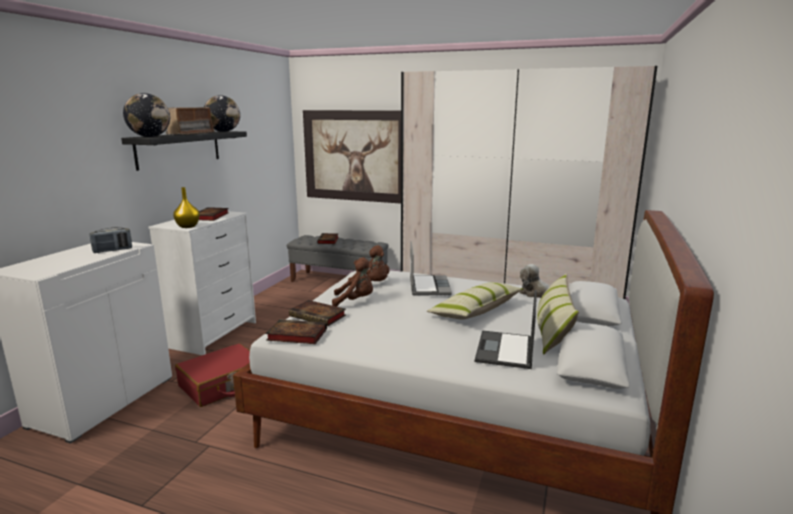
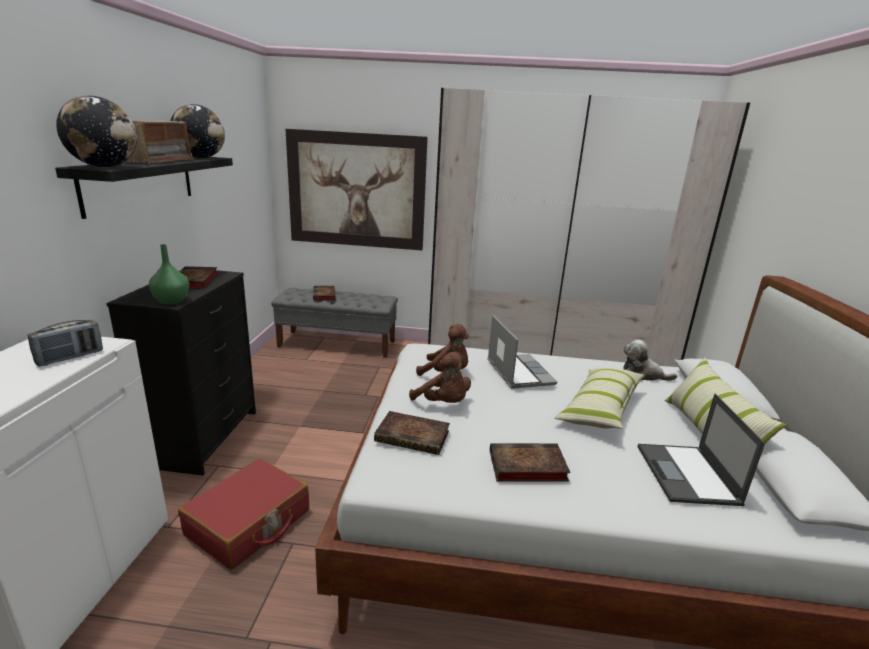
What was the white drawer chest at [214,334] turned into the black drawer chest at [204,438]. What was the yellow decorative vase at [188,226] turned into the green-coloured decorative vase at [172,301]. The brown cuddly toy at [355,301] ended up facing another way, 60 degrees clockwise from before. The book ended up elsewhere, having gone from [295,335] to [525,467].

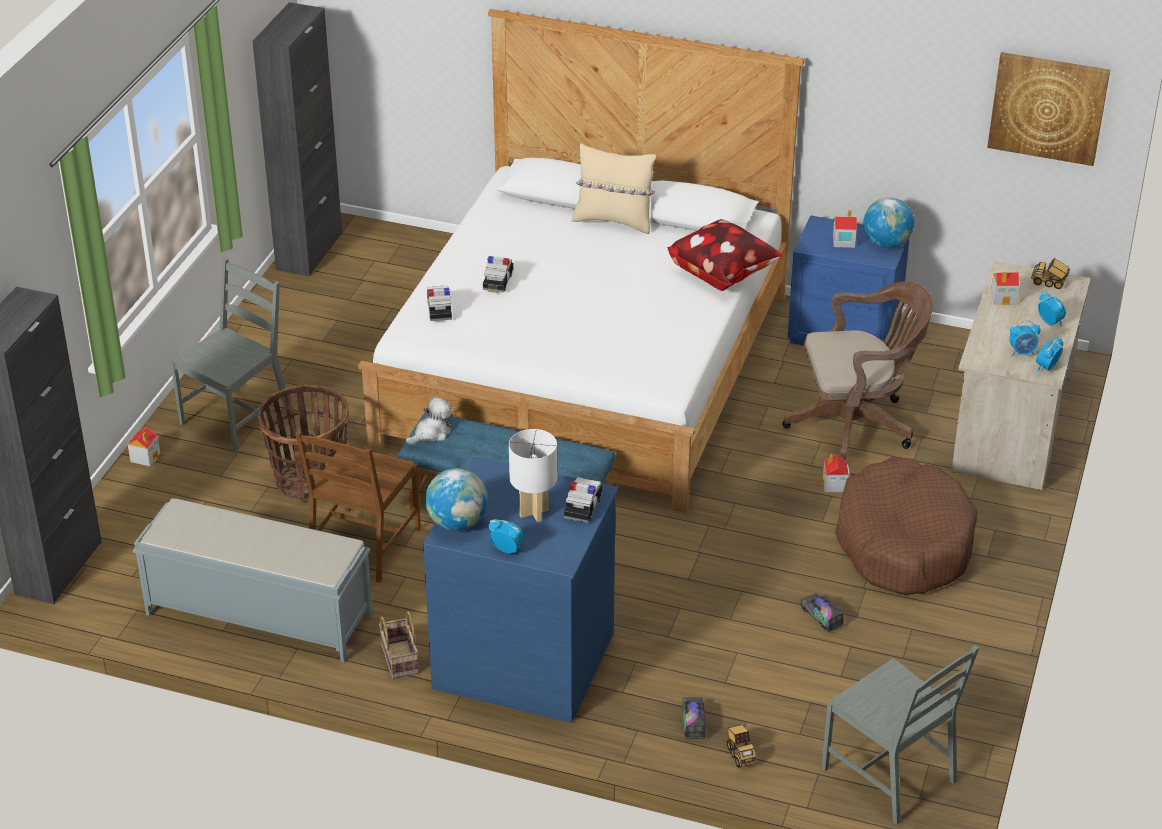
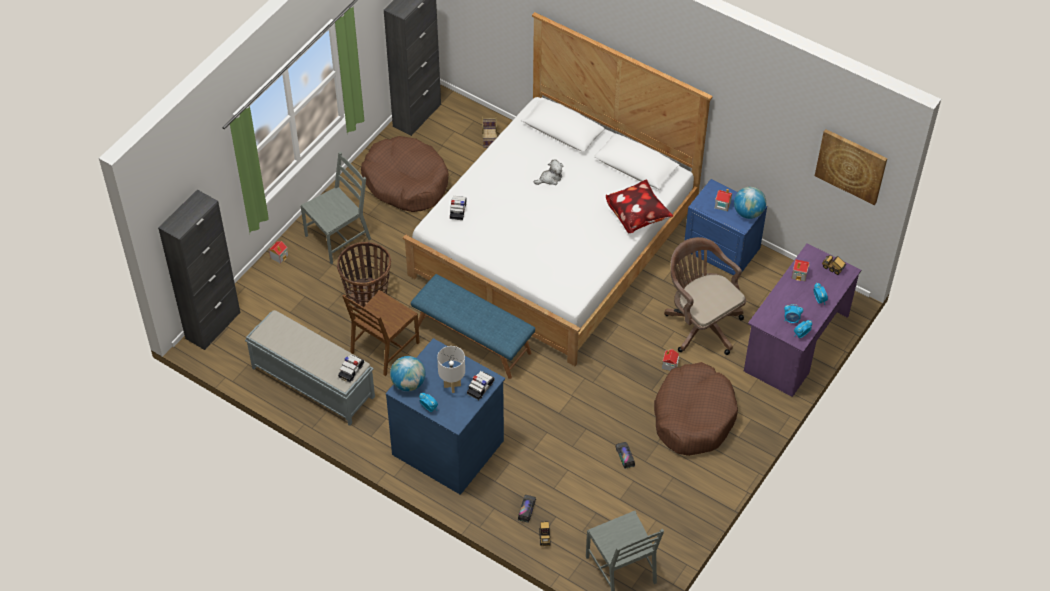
The model car ended up elsewhere, having gone from [498,281] to [351,371]. The second view gained the brown dog bed at [406,182]. The storage basket ended up elsewhere, having gone from [398,659] to [489,137]. The cuddly toy ended up elsewhere, having gone from [431,433] to [550,178]. The brown desk chair at [856,425] ended up facing another way, 135 degrees counterclockwise from before. What was the beige-coloured desk at [1012,424] turned into the purple-coloured desk at [796,344]. The second view lost the beige-coloured pillow at [614,221].

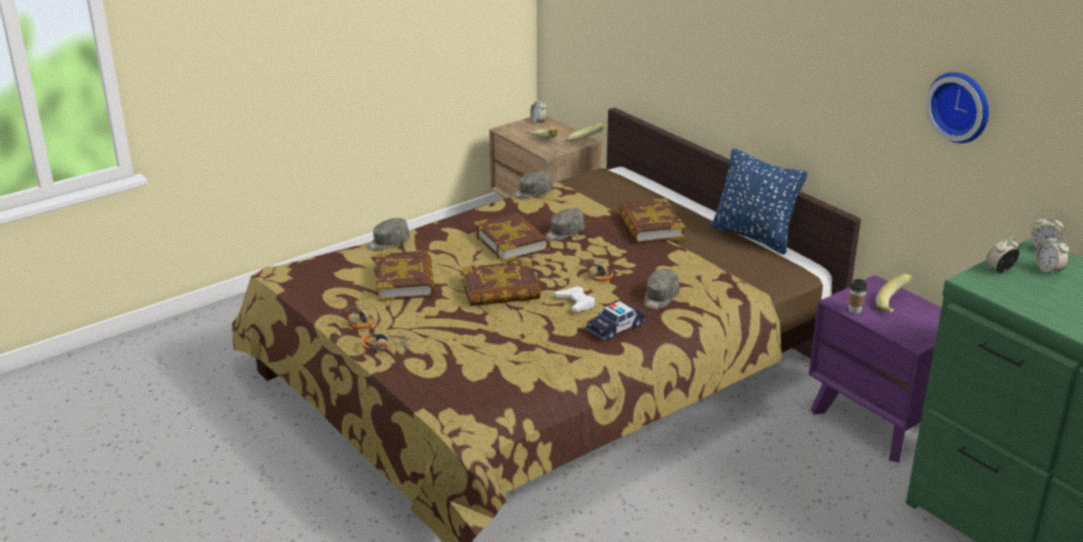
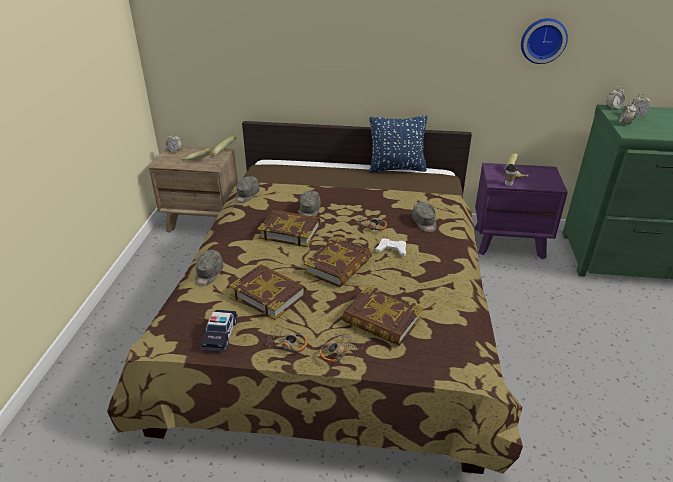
The model car ended up elsewhere, having gone from [615,327] to [220,334]. The book ended up elsewhere, having gone from [650,227] to [381,320].

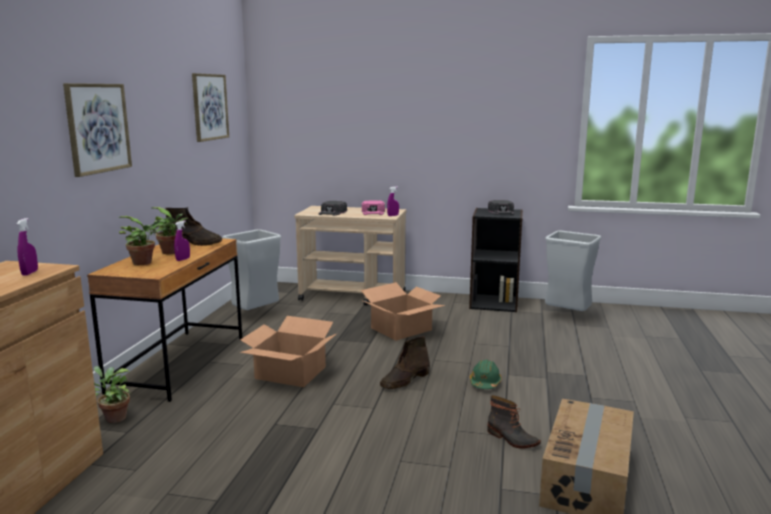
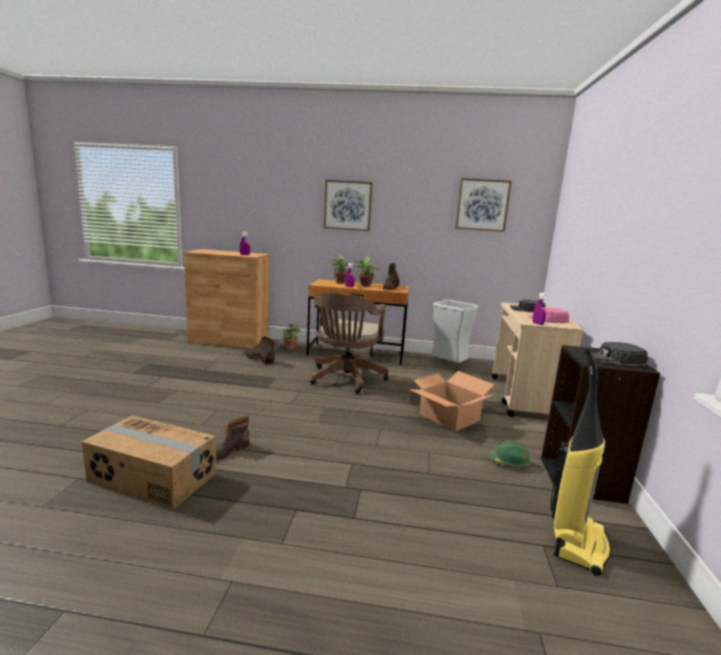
The brown boot ended up elsewhere, having gone from [405,380] to [259,358]. Where the cardboard box stood at [290,373], the brown desk chair came to stand at [345,379]. The green-coloured hard hat ended up elsewhere, having gone from [485,383] to [509,462]. Where the gray rubbish bin stood at [566,316], the vacuum cleaner came to stand at [576,542].

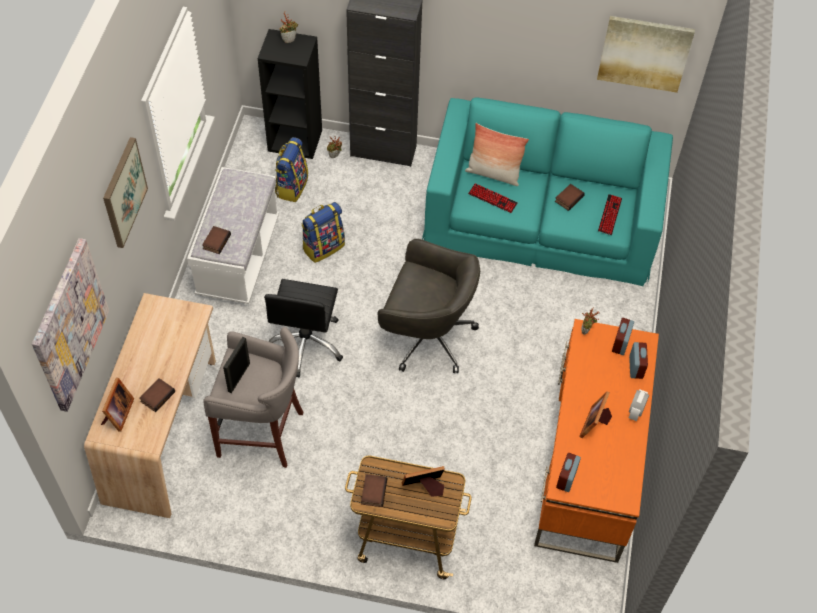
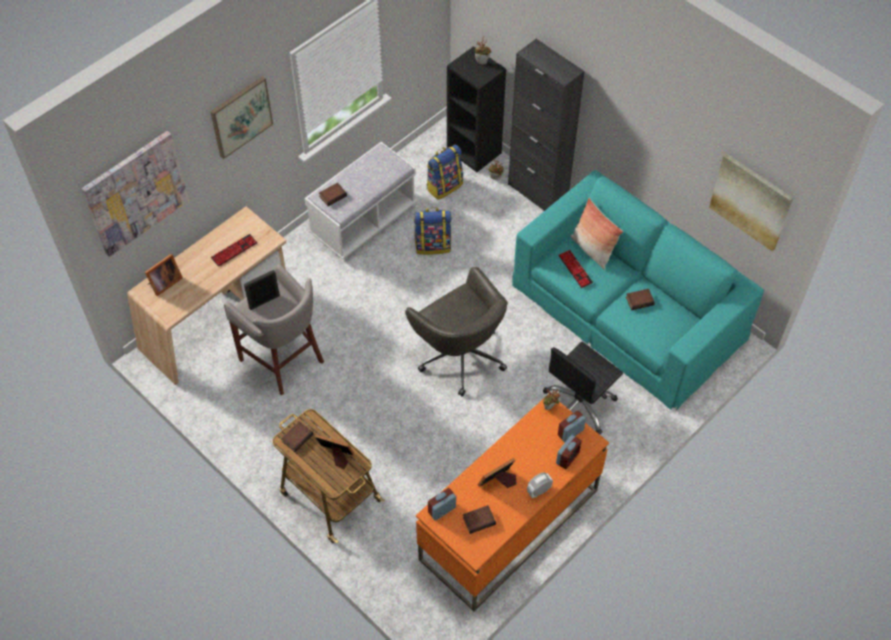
The computer keyboard ended up elsewhere, having gone from [609,215] to [234,251]. The book ended up elsewhere, having gone from [157,396] to [479,520]. The black desk chair ended up elsewhere, having gone from [306,343] to [579,405].

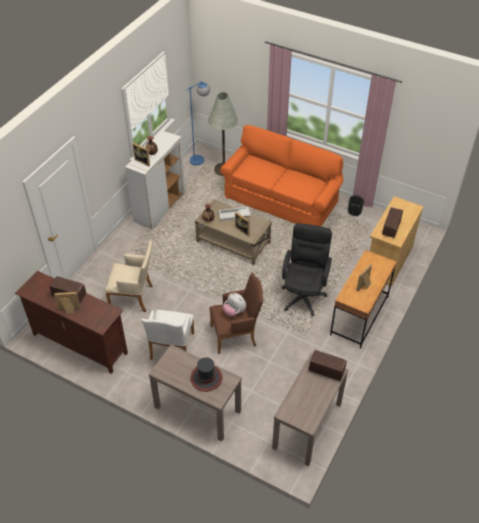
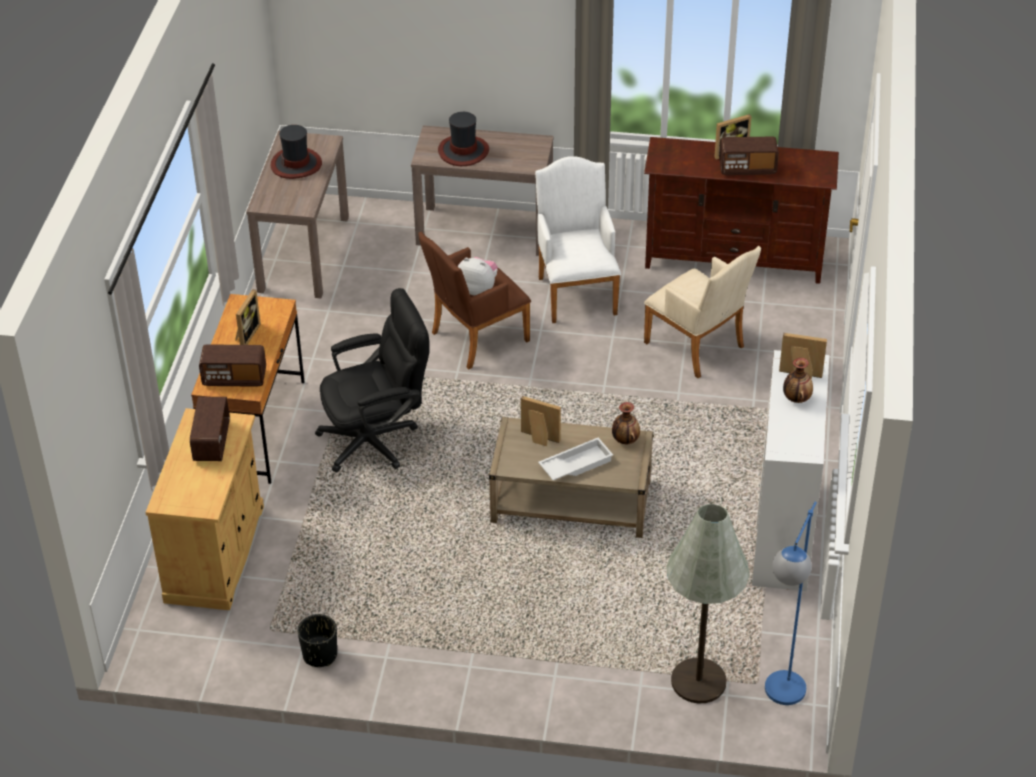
The radio receiver ended up elsewhere, having gone from [326,371] to [234,378]. The second view gained the hat at [296,164]. The black desk chair at [304,293] ended up facing another way, 105 degrees counterclockwise from before. The beige-coloured easy chair at [134,297] ended up facing another way, 120 degrees counterclockwise from before. The second view lost the orange-coloured sofa at [280,199].

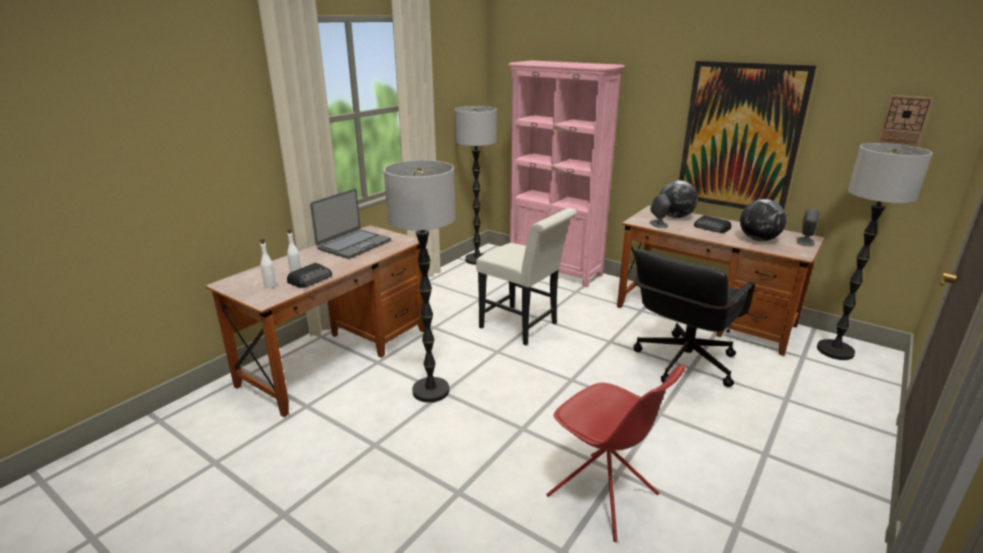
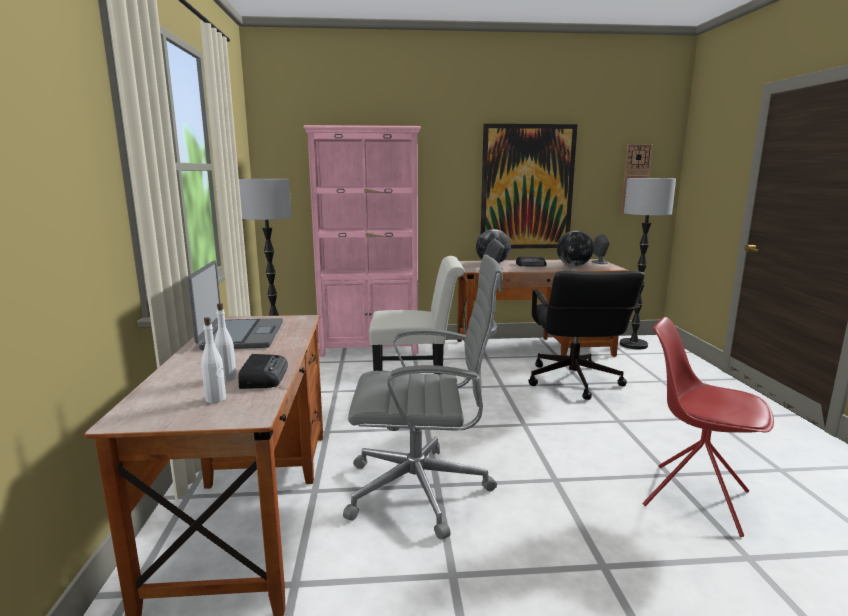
Where the floor lamp stood at [431,391], the gray desk chair came to stand at [422,490]. The red-coloured chair at [604,496] ended up facing another way, 150 degrees counterclockwise from before.

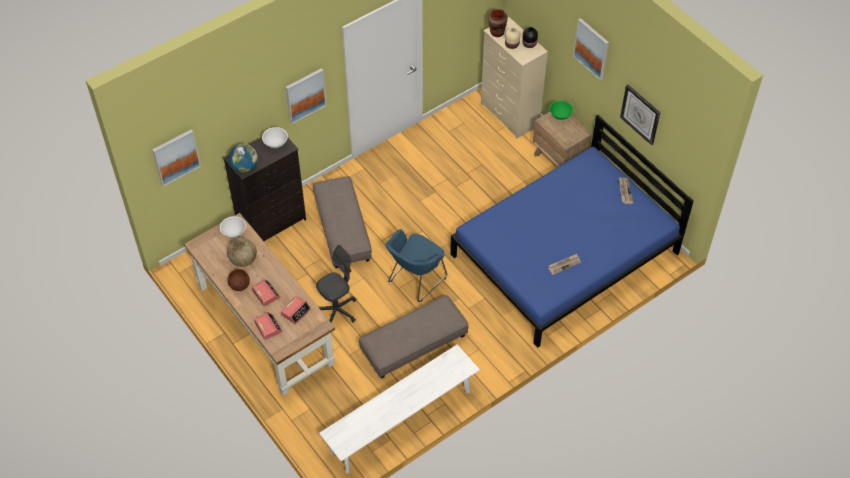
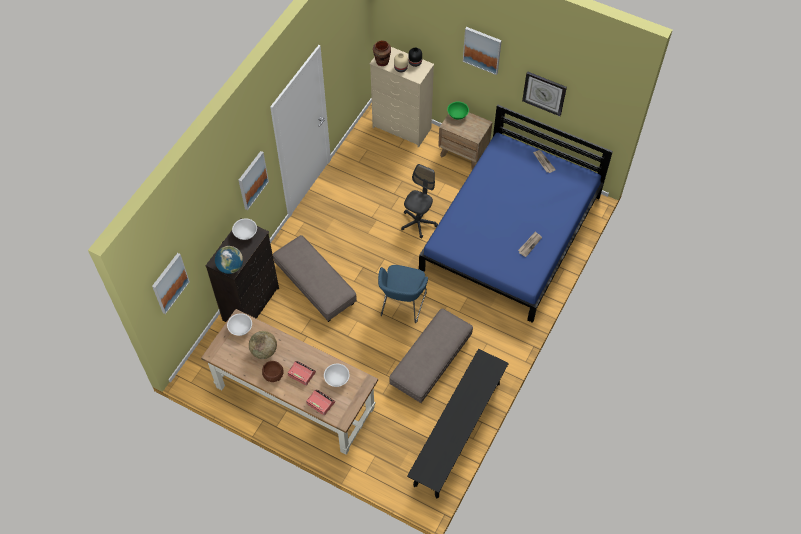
Where the table clock stood at [296,312], the white deep dish came to stand at [337,379]. The gray desk chair ended up elsewhere, having gone from [337,311] to [418,223]. What was the white long seat at [401,421] turned into the black long seat at [457,433].

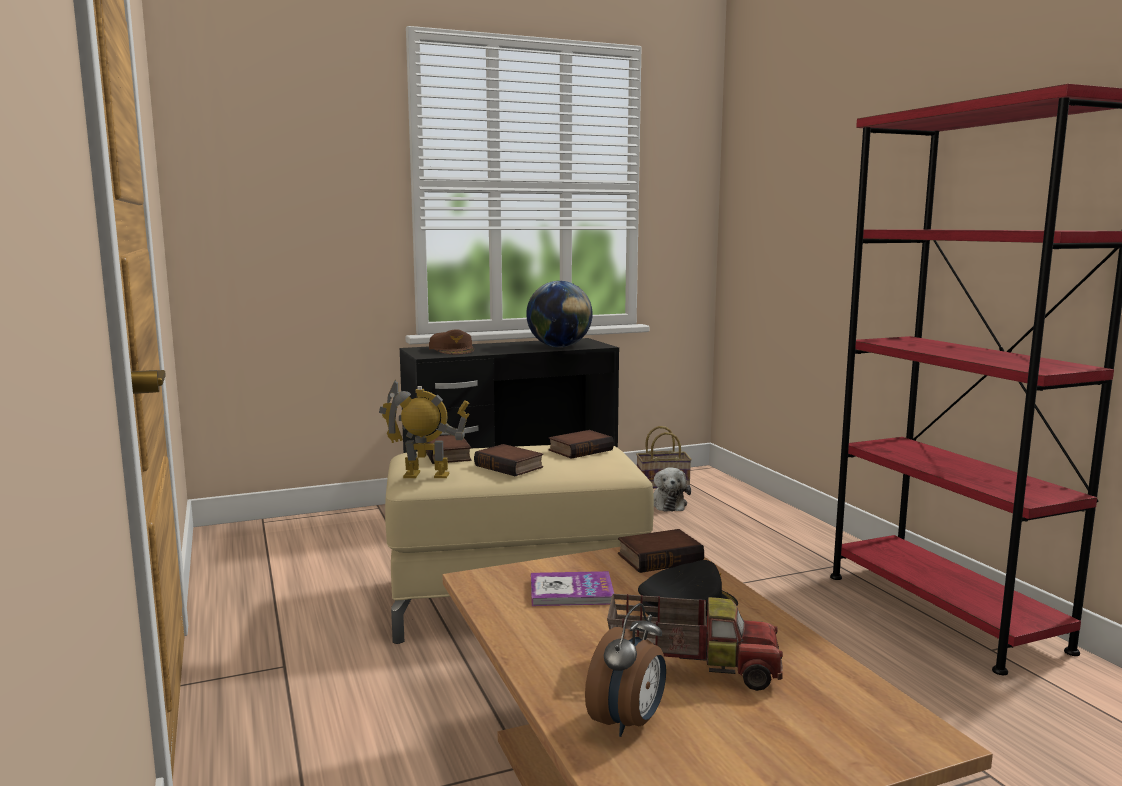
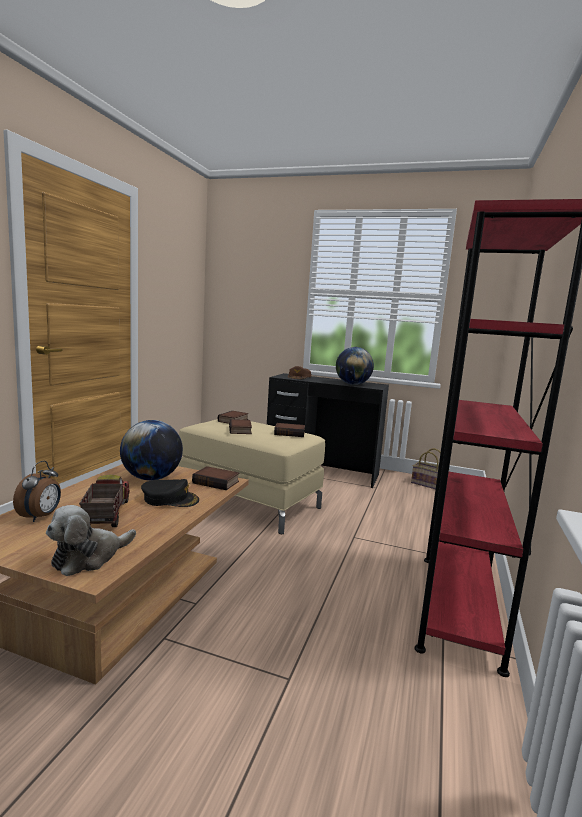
The table clock at [629,723] ended up facing another way, 60 degrees counterclockwise from before. The cuddly toy ended up elsewhere, having gone from [668,504] to [89,557]. The toy lorry at [692,668] ended up facing another way, 150 degrees counterclockwise from before. Where the book stood at [571,592], the globe came to stand at [151,478]. The second view lost the robot figure at [426,475].

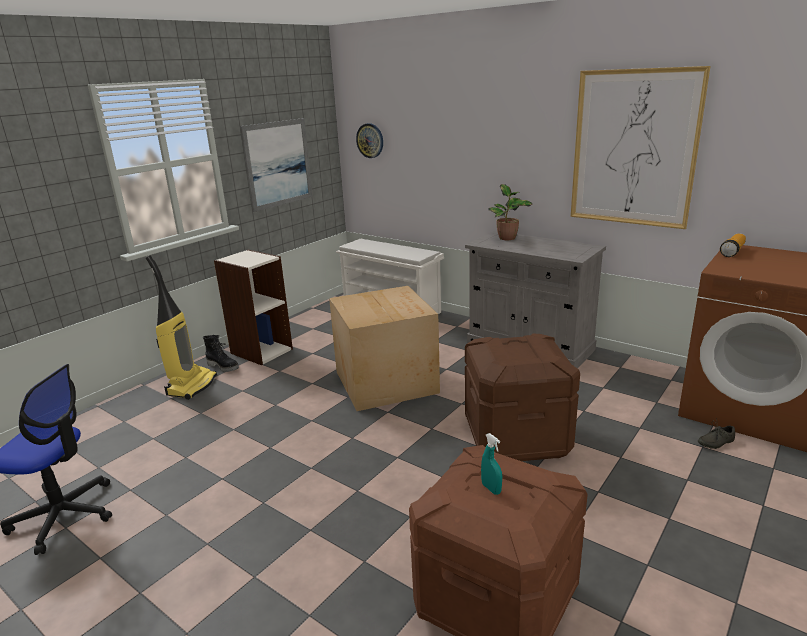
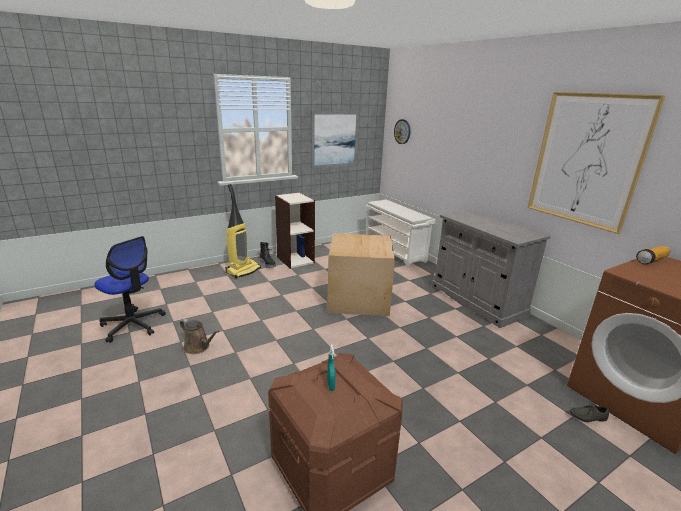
The second view gained the brown watering can at [198,347]. The second view lost the brown storage bin at [517,438]. The second view lost the houseplant at [508,238].

